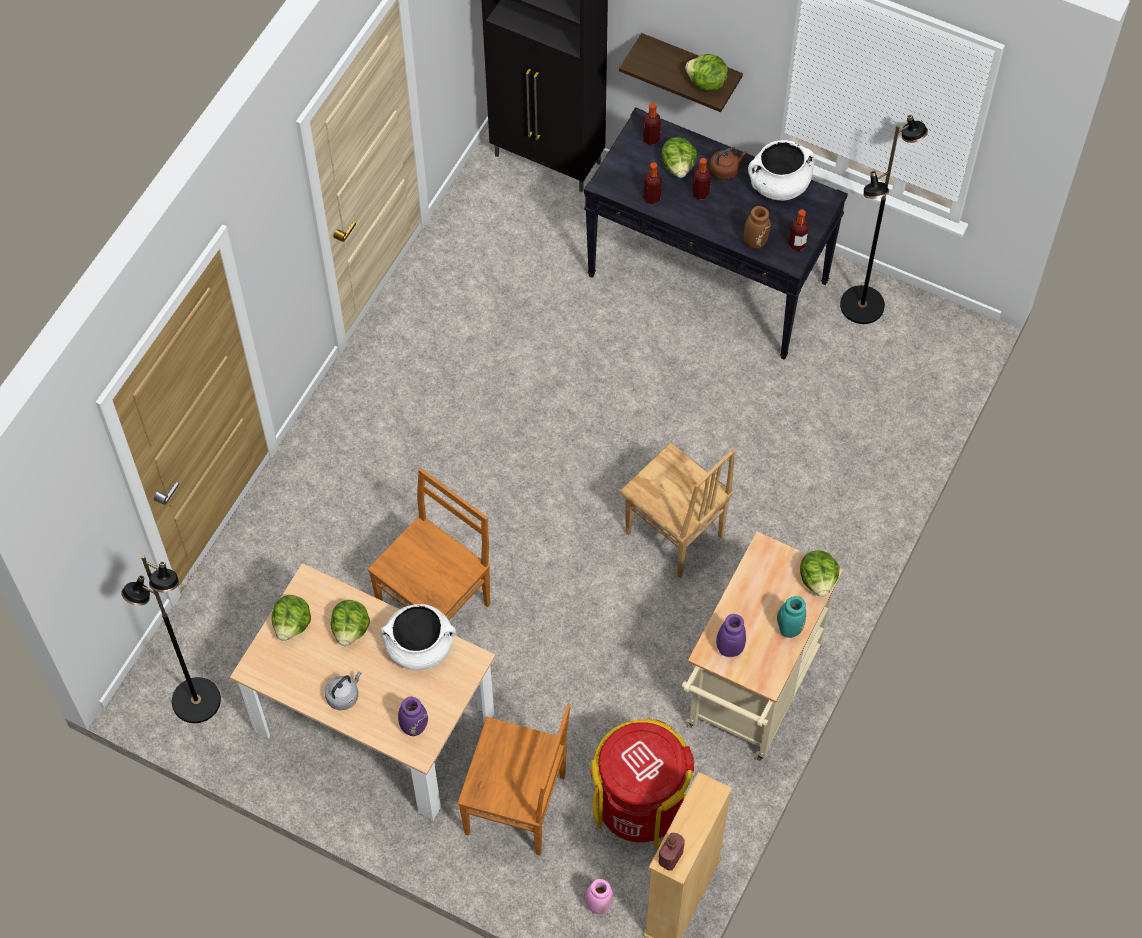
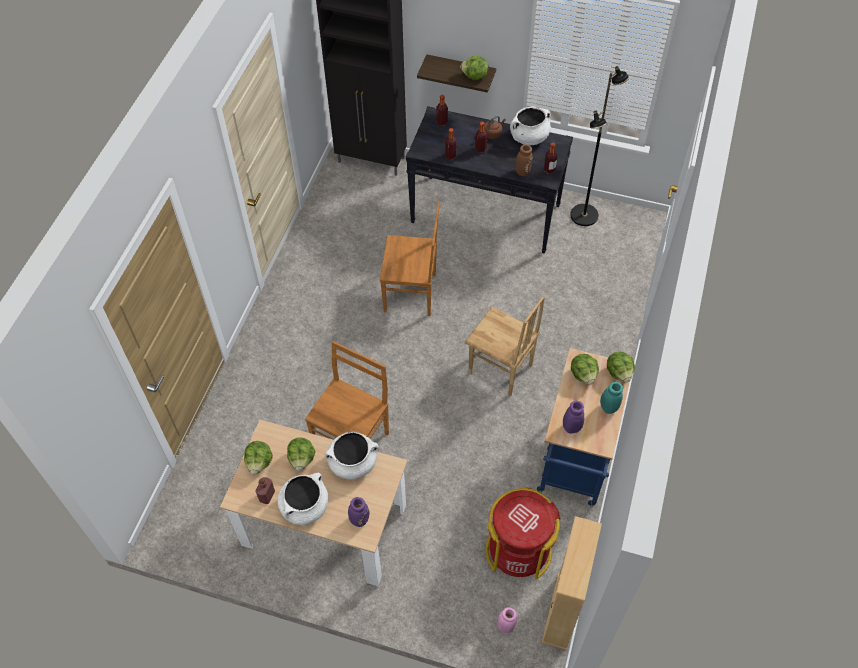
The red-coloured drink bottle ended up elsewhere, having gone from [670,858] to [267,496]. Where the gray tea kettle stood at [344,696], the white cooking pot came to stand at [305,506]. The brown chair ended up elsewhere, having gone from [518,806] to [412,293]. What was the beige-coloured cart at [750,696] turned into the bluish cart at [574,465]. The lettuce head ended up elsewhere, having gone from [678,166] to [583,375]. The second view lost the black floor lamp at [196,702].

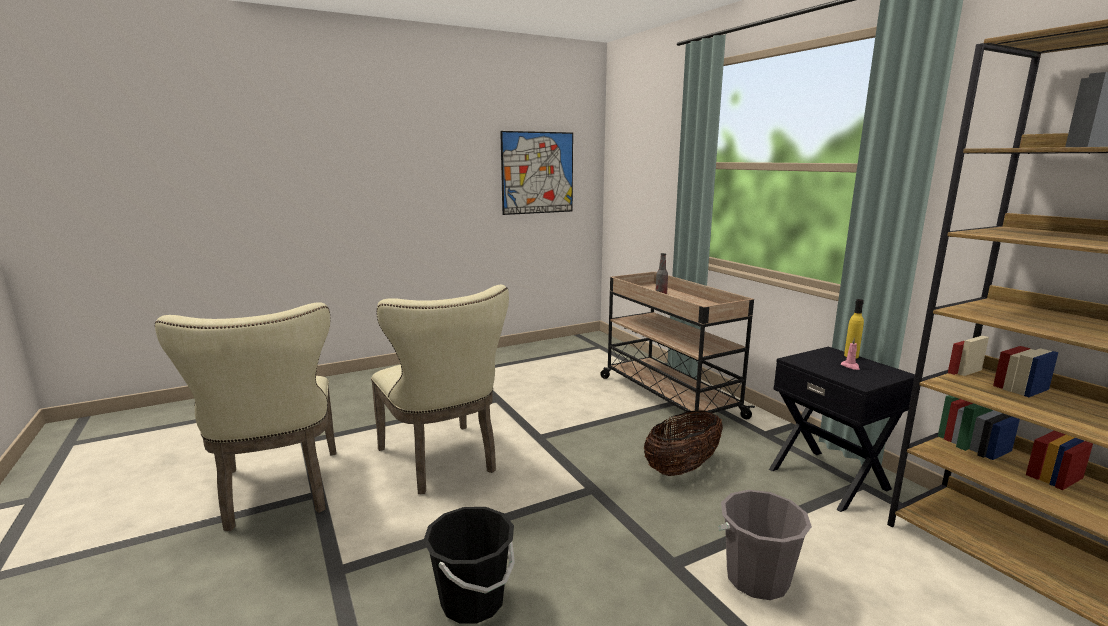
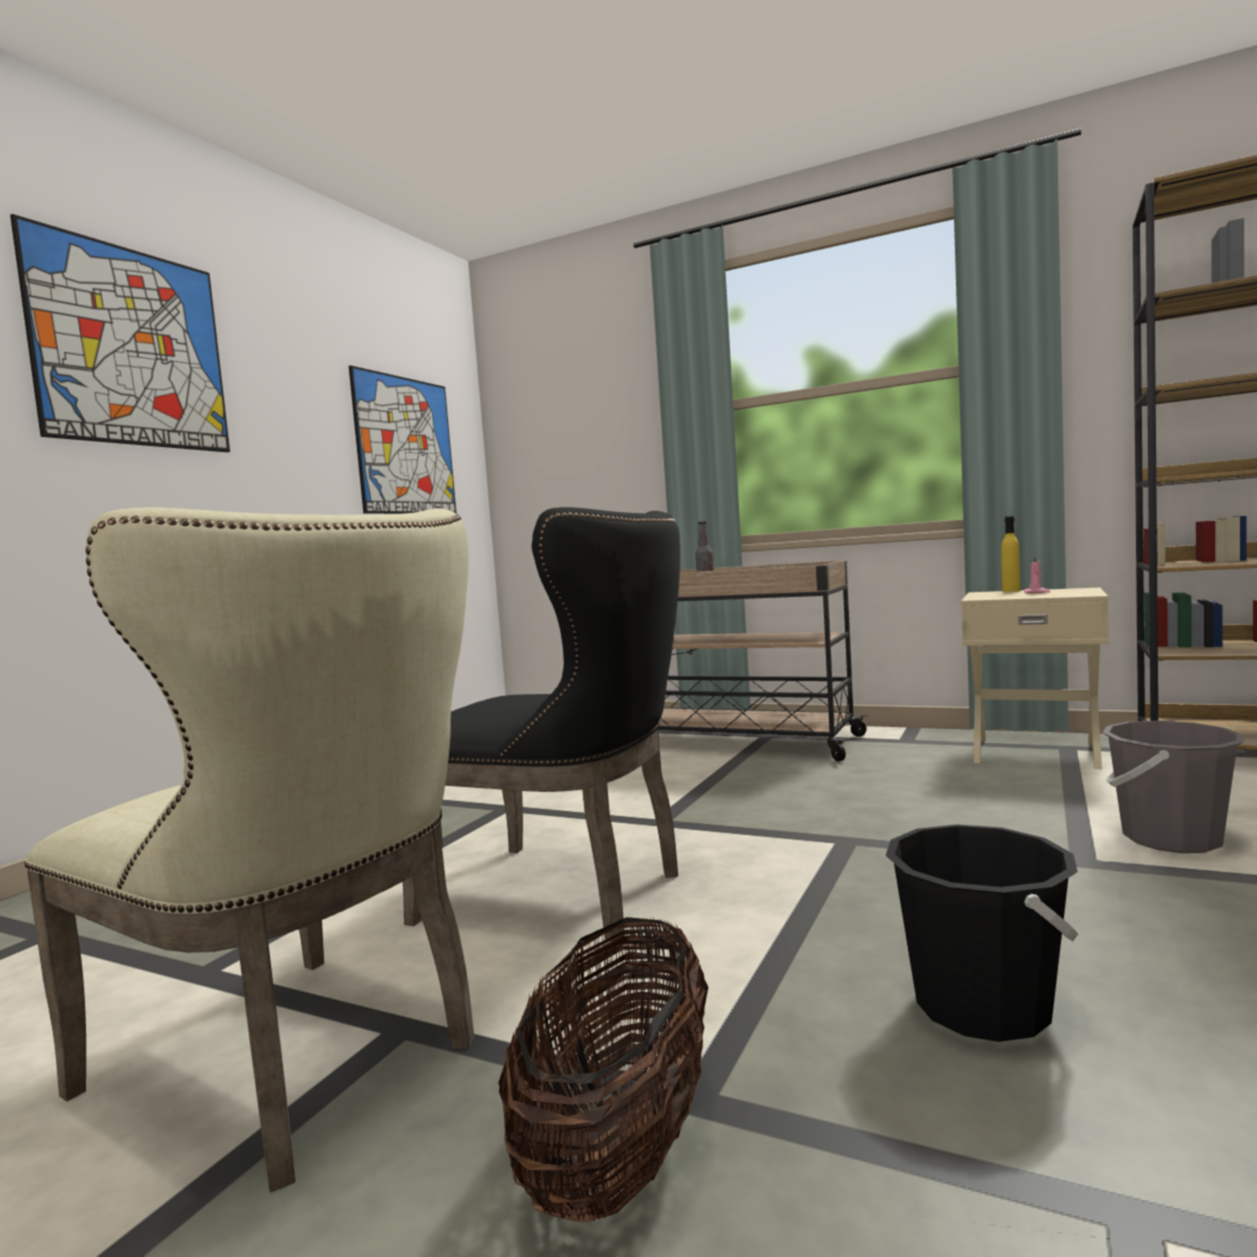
The second view gained the wall picture at [131,347]. What was the beige-coloured chair at [443,462] turned into the black chair at [570,895]. The storage basket ended up elsewhere, having gone from [682,468] to [621,1148]. What was the black night table at [829,478] turned into the beige-coloured night table at [1035,752].

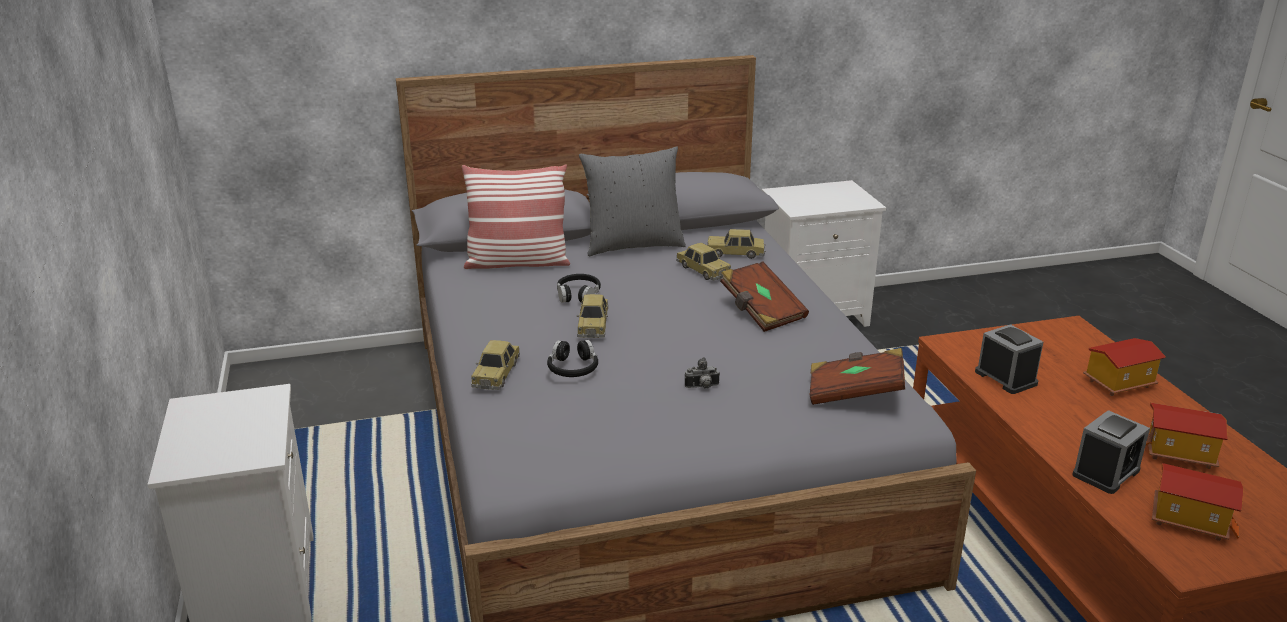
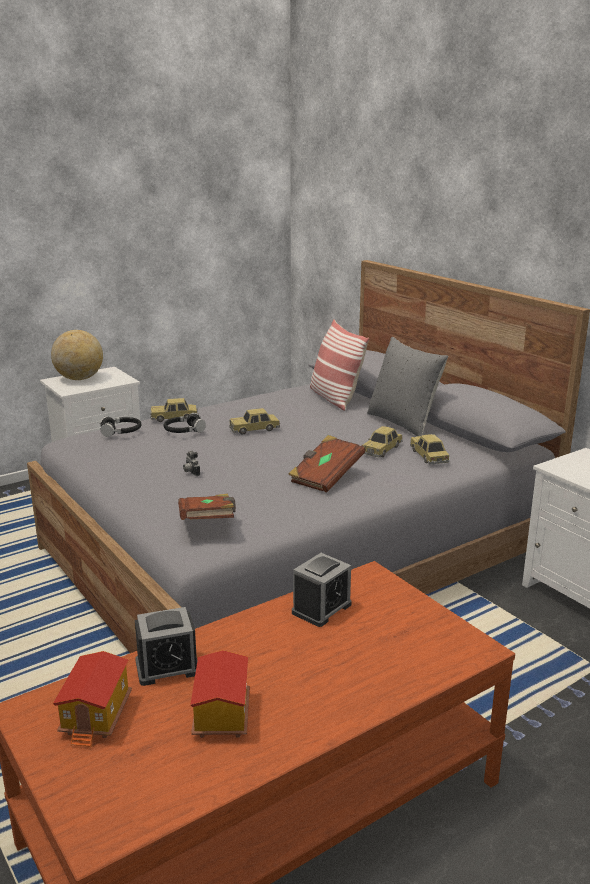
The second view gained the globe at [79,379]. The black pair of headphones ended up elsewhere, having gone from [578,295] to [121,432]. The table clock at [1106,473] ended up facing another way, 45 degrees counterclockwise from before. The second view lost the model house at [1118,383].

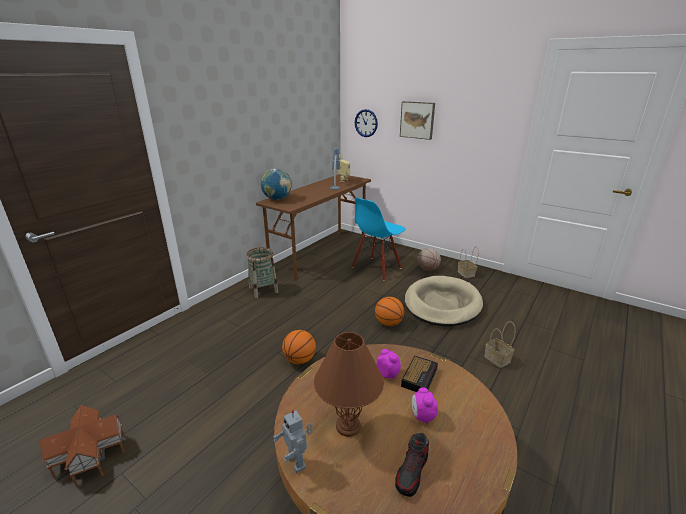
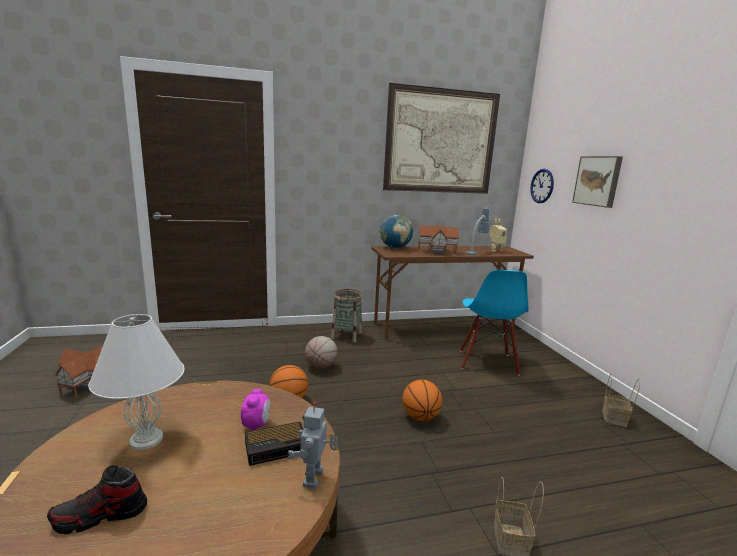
What was the brown lamp for a table at [347,426] turned into the white lamp for a table at [146,439]. The robot figure ended up elsewhere, having gone from [297,461] to [315,478]. The basketball ended up elsewhere, having gone from [427,269] to [321,367]. The second view gained the wall picture at [441,142]. The second view gained the model house at [436,251]. The bluish chair at [376,268] ended up facing another way, 75 degrees counterclockwise from before. The second view lost the beige-coloured dog bed at [442,304]. The second view lost the table clock at [422,416].

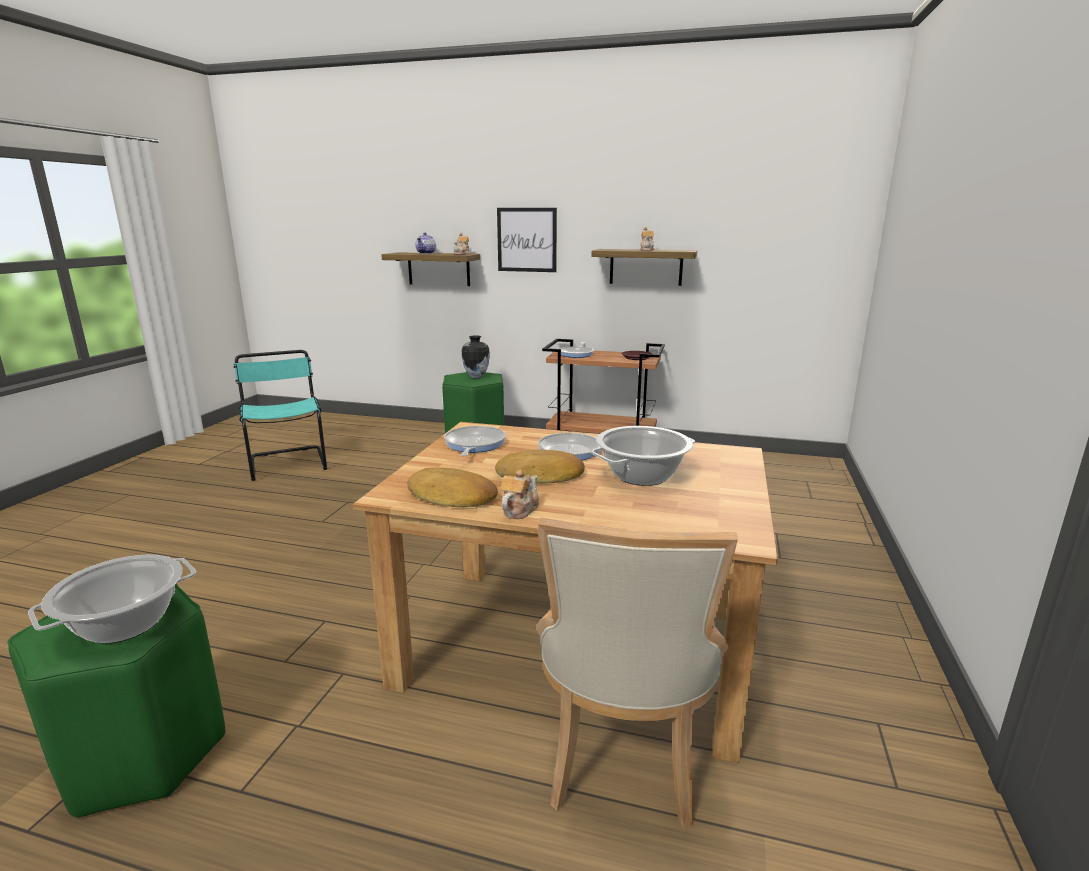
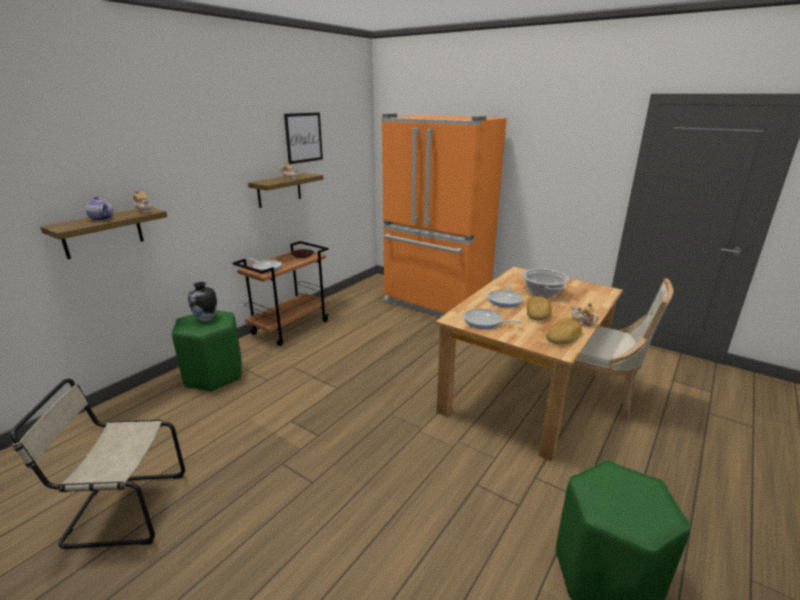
What was the turquoise chair at [287,462] turned into the beige-coloured chair at [122,510]. The wall picture ended up elsewhere, having gone from [527,240] to [304,137]. The second view gained the orange-coloured kitchen fridge at [435,304]. The second view lost the cooking pot at [125,623].

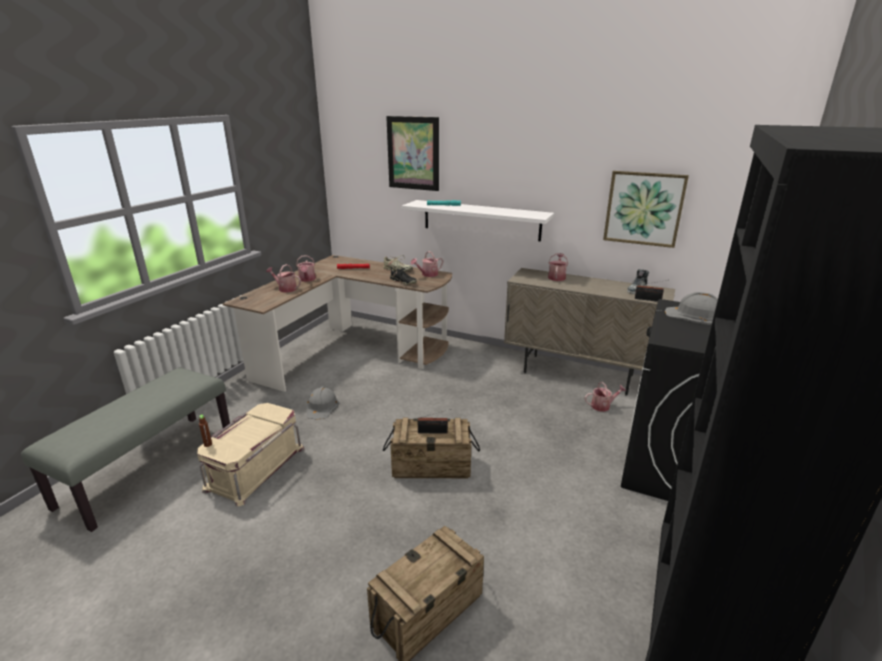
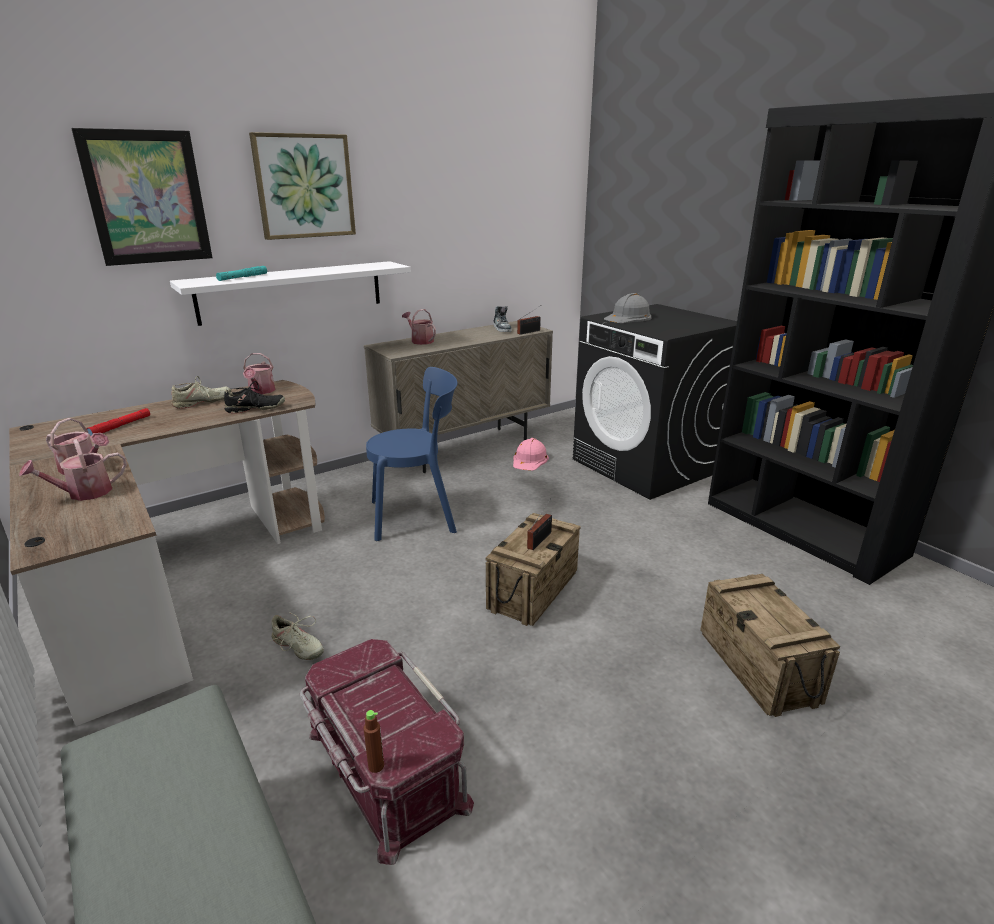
The wall picture ended up elsewhere, having gone from [644,208] to [304,186]. Where the gray hard hat stood at [321,406], the beige-coloured shoe came to stand at [297,647]. What was the beige-coloured storage bin at [254,467] turned into the red-coloured storage bin at [384,768]. The second view gained the bluish chair at [418,515]. Where the watering can stood at [603,406], the pink hard hat came to stand at [530,460].

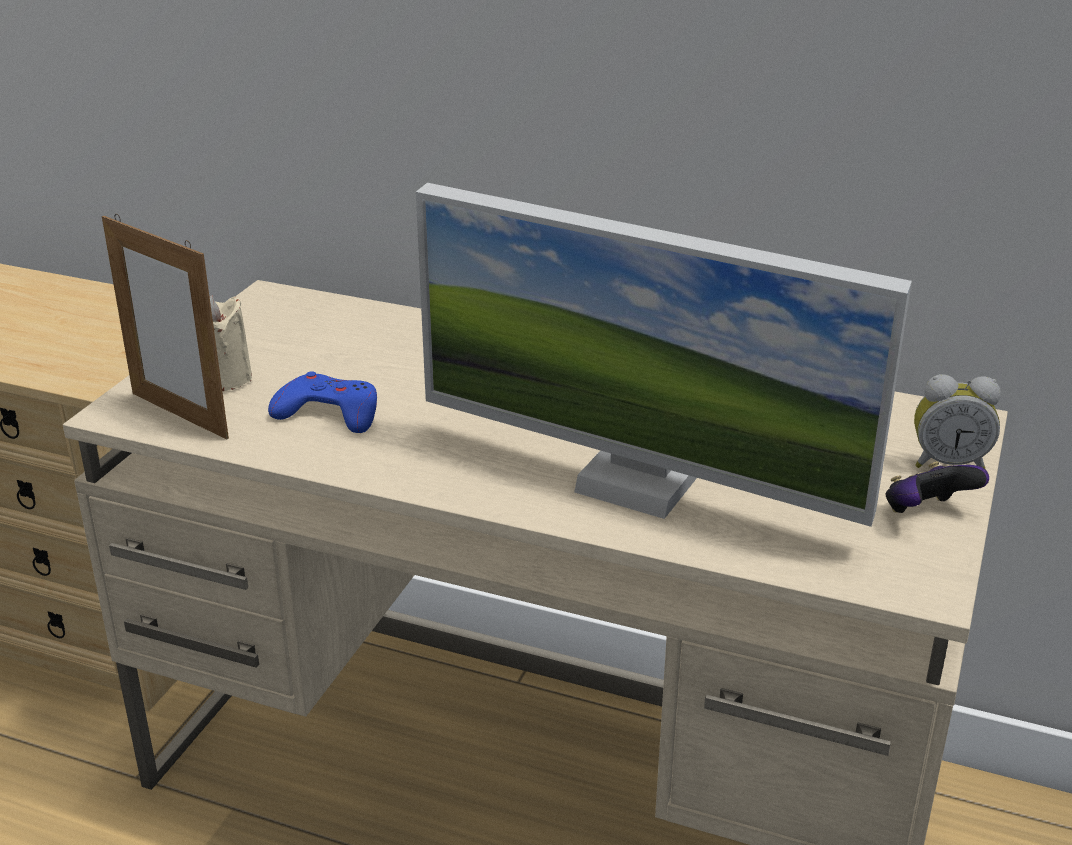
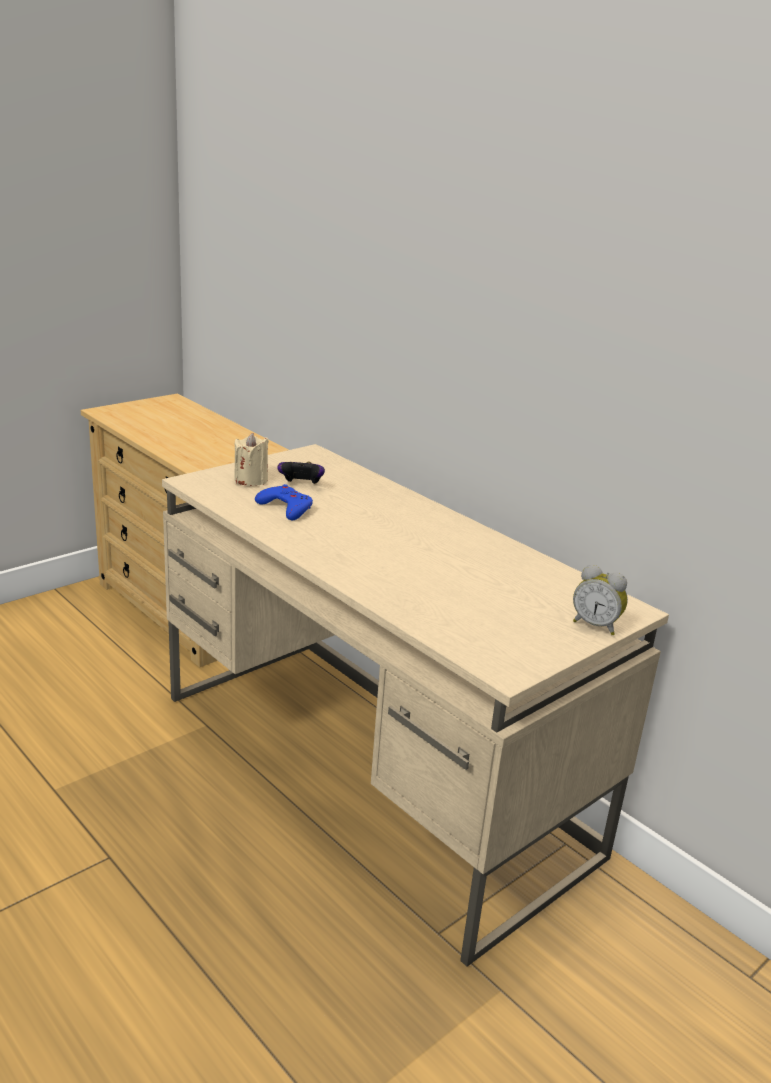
The joypad ended up elsewhere, having gone from [926,513] to [301,485]. The second view lost the standing frame at [179,415]. The second view lost the computer display at [636,484].

